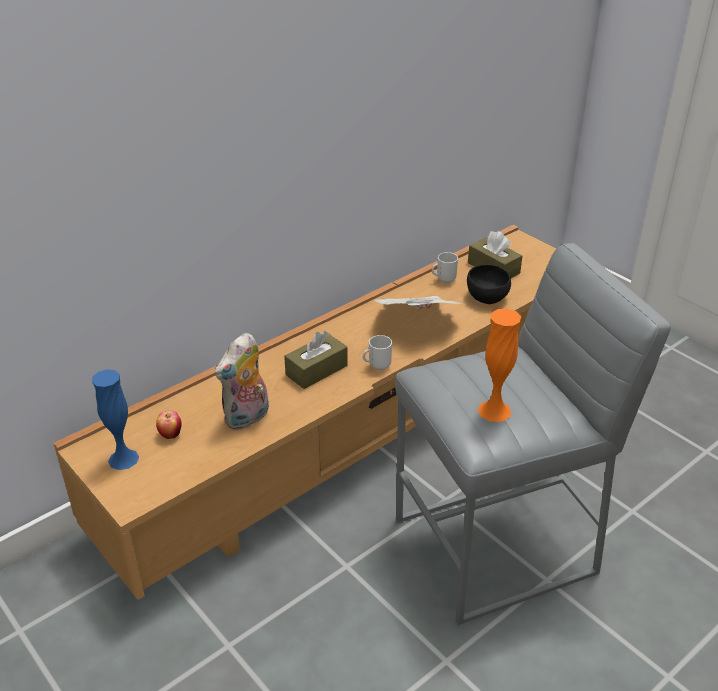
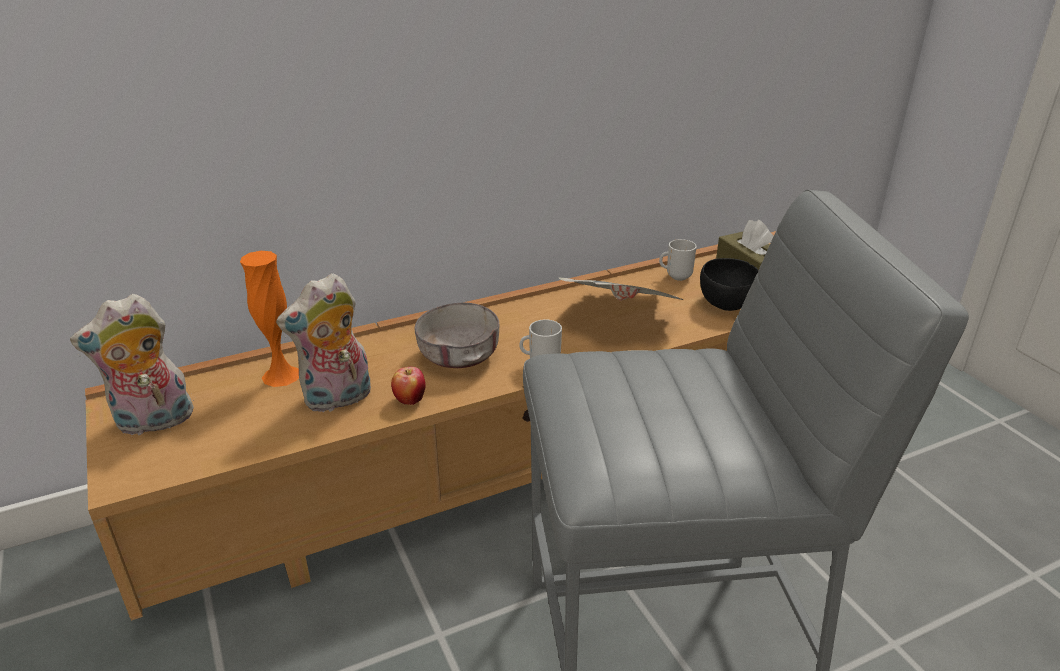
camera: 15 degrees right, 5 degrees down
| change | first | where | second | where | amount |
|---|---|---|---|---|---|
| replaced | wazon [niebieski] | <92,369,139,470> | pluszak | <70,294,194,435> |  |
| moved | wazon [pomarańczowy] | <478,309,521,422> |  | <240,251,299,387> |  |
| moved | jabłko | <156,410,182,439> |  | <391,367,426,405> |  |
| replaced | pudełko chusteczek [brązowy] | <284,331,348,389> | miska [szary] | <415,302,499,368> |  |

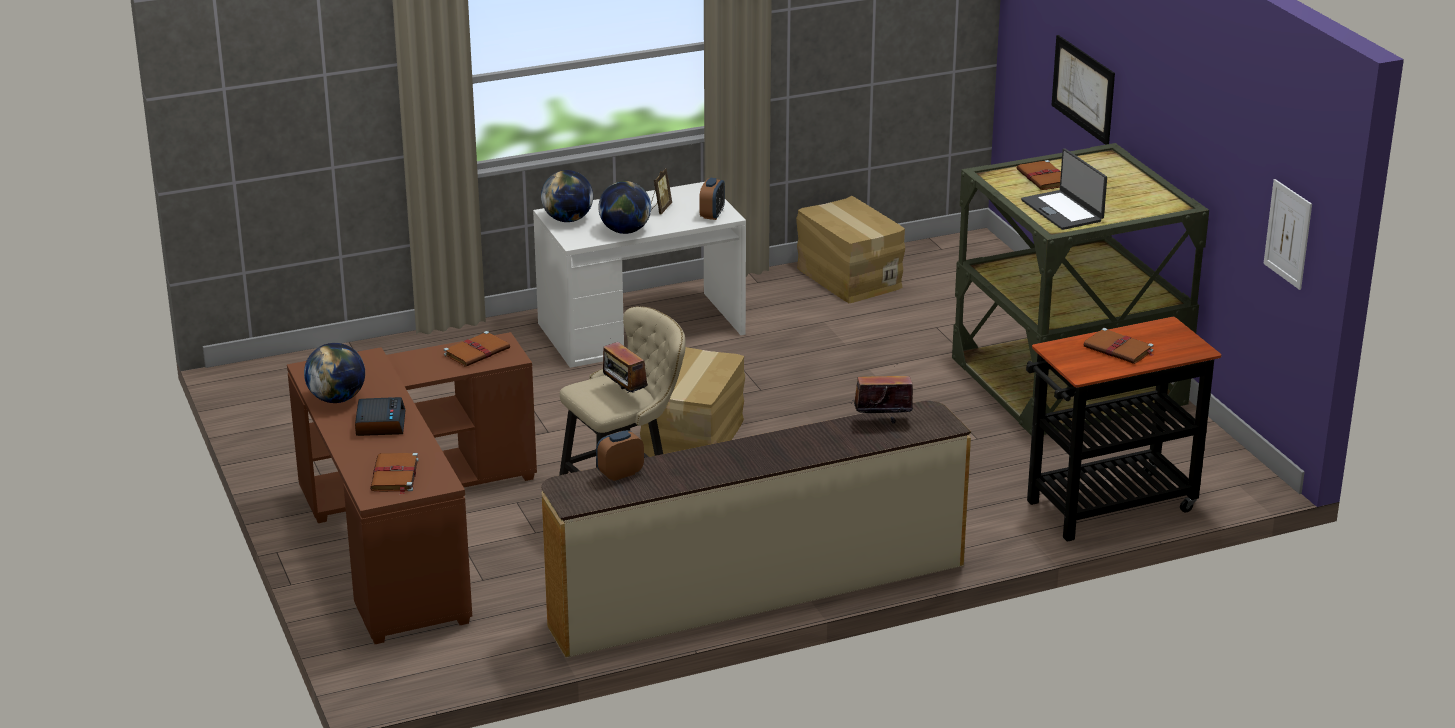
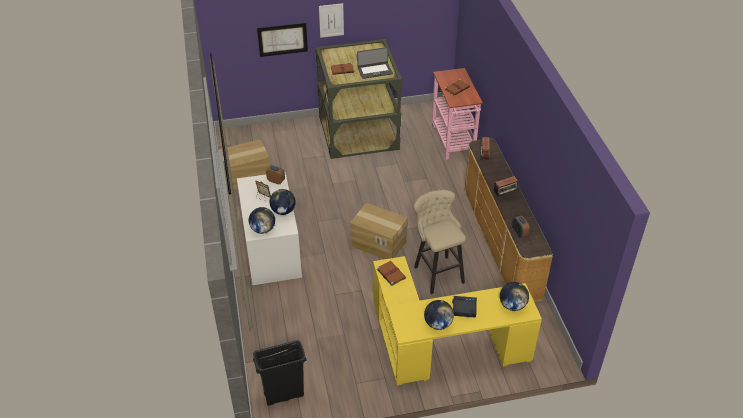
camera: 80 degrees left, 15 degrees up
| change | first | where | second | where | amount |
|---|---|---|---|---|---|
| added |  |  | kosz na śmieci [czarny] | <253,340,307,406> |  |
| moved | obraz | <1263,179,1312,290> |  | <319,3,344,38> |  |
| recoloured | biurko [brązowy] | <287,332,537,644> | biurko [żółty] | <373,256,542,386> |  |
| recoloured | wózek [czarny] | <1026,317,1221,542> | wózek [różowy] | <432,68,483,160> |  |
| moved | radio | <603,338,648,395> |  | <493,176,518,196> |  |
| replaced | książka [brązowy] | <370,453,419,494> | globus | <500,282,529,311> |  |

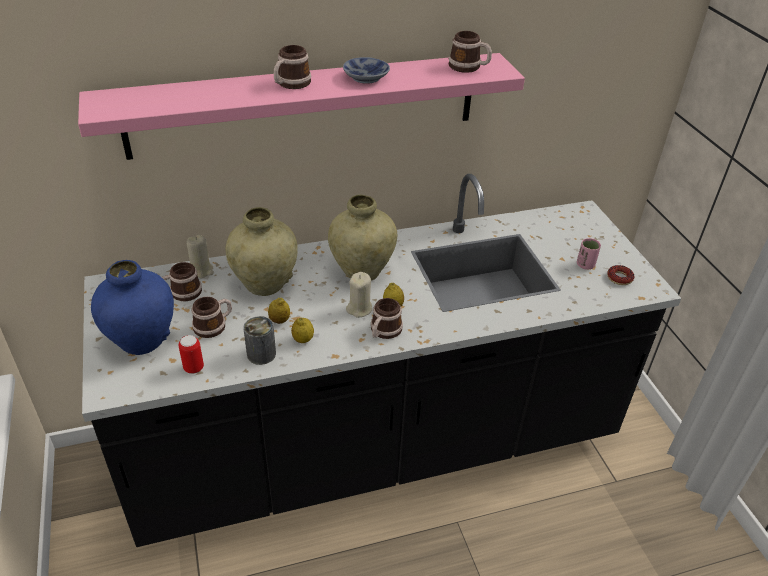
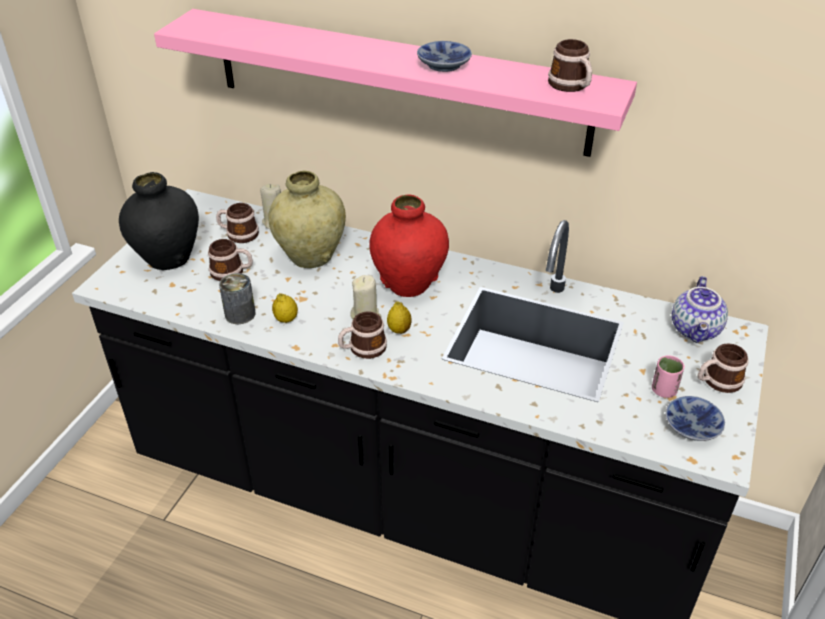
camera: 40 degrees right, 0 degrees up
| change | first | where | second | where | amount |
|---|---|---|---|---|---|
| recoloured | wazon [niebieski] | <91,260,174,355> | wazon [czarny] | <119,172,199,270> |  |
| recoloured | wazon [beżowy] | <328,195,397,281> | wazon [czerwony] | <369,194,449,297> |  |
| replaced | donut | <607,265,634,285> | miska | <666,396,725,441> |  |
| added |  |  | imbryk | <672,276,728,343> |  |
| moved | kubek | <274,45,311,89> |  | <698,343,749,393> |  |
| removed | puszka | <179,335,204,374> |  |  |  |
| removed | cytryna | <268,298,290,324> |  |  |  |

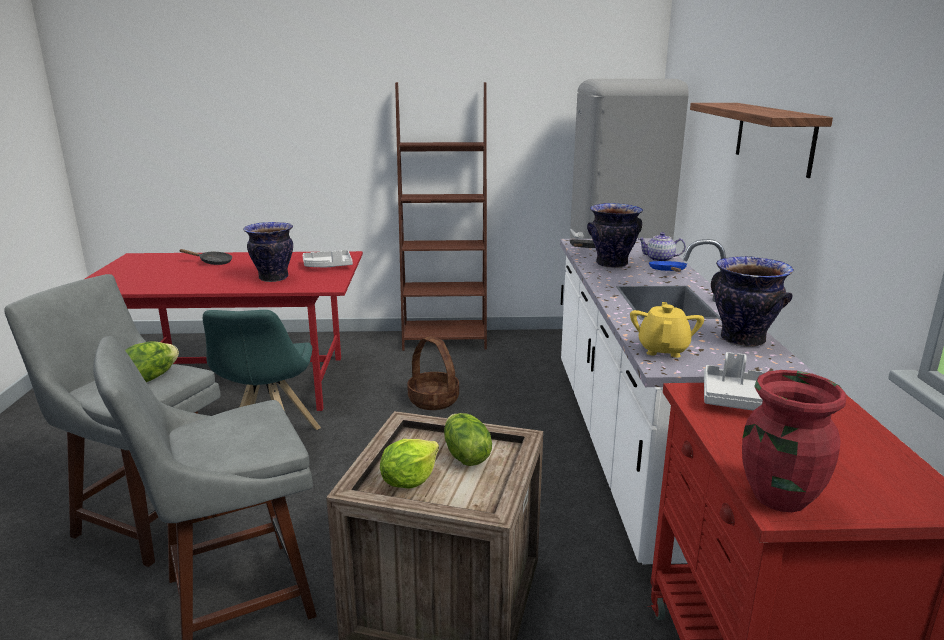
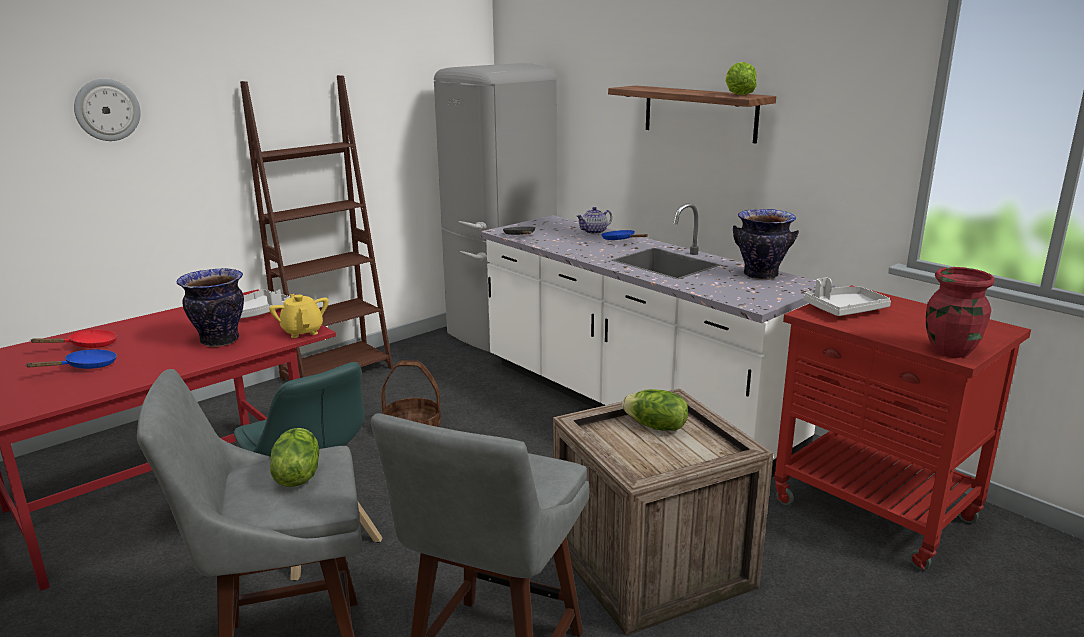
camera: 40 degrees left, 0 degrees up
| change | first | where | second | where | amount |
|---|---|---|---|---|---|
| added |  |  | patelnia [niebieski] | <25,350,117,369> |  |
| recoloured | patelnia [czarny] | <179,249,232,265> | patelnia [czerwony] | <30,330,117,348> |  |
| added |  |  | zegar ścienny | <74,79,141,141> |  |
| moved | imbryk [żółty] | <630,302,704,358> |  | <269,294,329,338> |  |
| moved | sałata | <380,439,439,489> |  | <725,62,757,95> |  |
| removed | wazon | <587,203,643,268> |  |  |  |

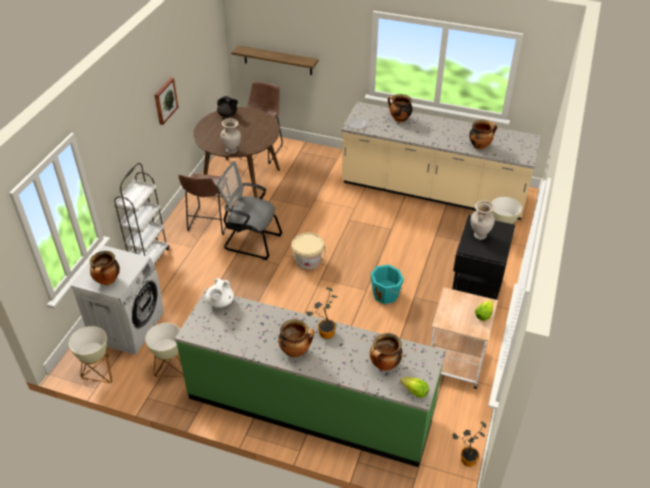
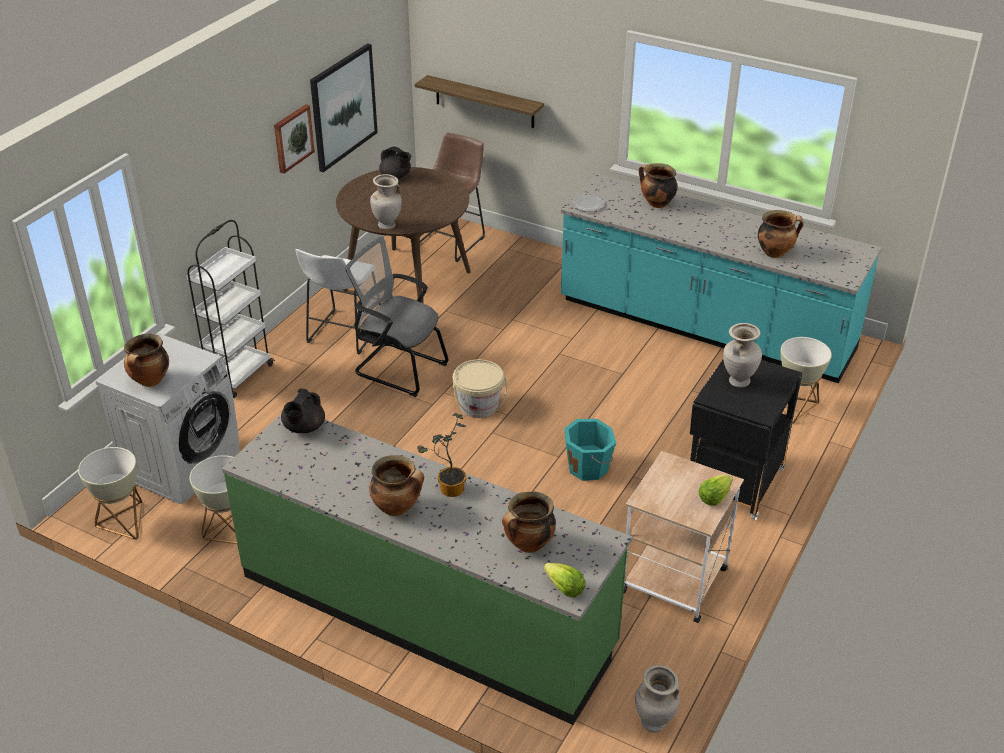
camera: 10 degrees right, 5 degrees down
| change | first | where | second | where | amount |
|---|---|---|---|---|---|
| recoloured | imbryk [biały] | <205,278,234,308> | imbryk [czarny] | <281,389,325,433> |  |
| recoloured | stołek [brązowy] | <179,174,233,235> | stołek [biały] | <296,249,381,355> |  |
| added |  |  | obraz | <310,43,378,172> |  |
| recoloured | zabudowa kuchenna [beżowy] | <341,102,541,220> | zabudowa kuchenna [turkusowy] | <561,173,882,383> |  |
| replaced | roślina doniczkowa | <453,422,487,467> | wazon [beżowy] | <635,665,679,733> |  |

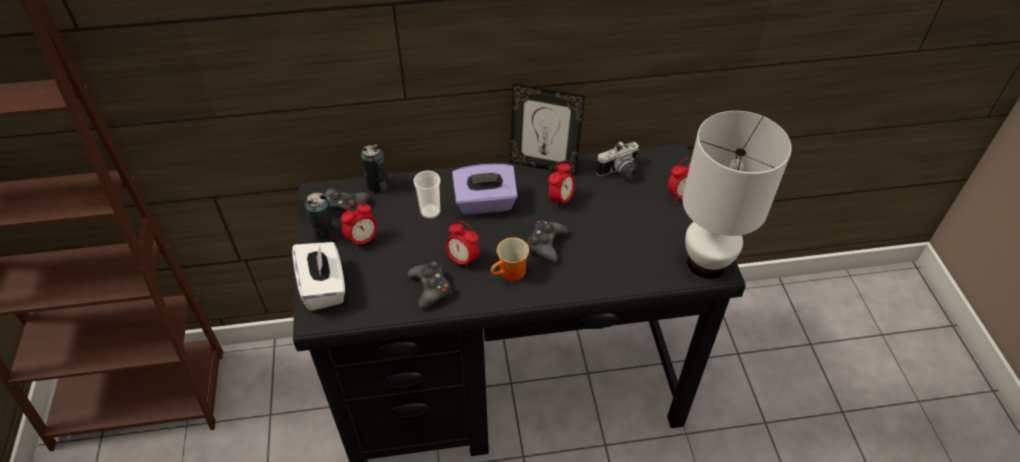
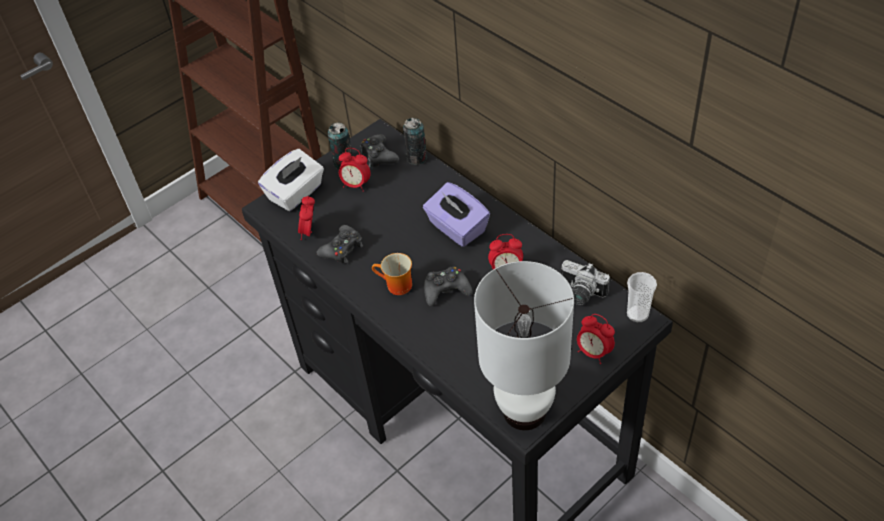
camera: 60 degrees right, 0 degrees up
| change | first | where | second | where | amount |
|---|---|---|---|---|---|
| moved | budzik | <445,221,480,270> |  | <298,196,315,240> |  |
| moved | filiżanka | <413,170,441,219> |  | <627,272,657,322> |  |
| removed | ramka na zdjęcie | <510,83,585,176> |  |  |  |

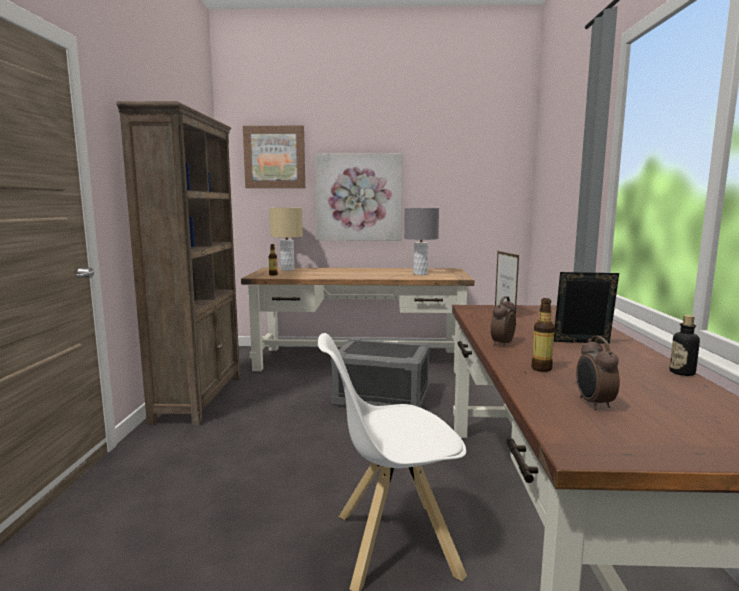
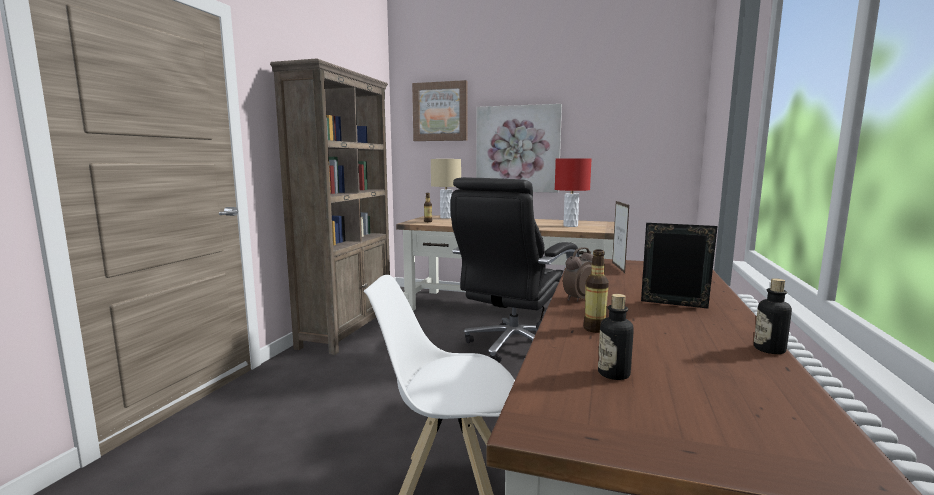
camera: 15 degrees right, 0 degrees up
| change | first | where | second | where | amount |
|---|---|---|---|---|---|
| replaced | pojemnik do przechowywania [szary] | <331,338,430,408> | krzesło biurowe [czarny] | <451,177,579,363> |  |
| recoloured | lampa stołowa [szary] | <404,208,439,275> | lampa stołowa [czerwony] | <555,158,591,227> |  |
| replaced | budzik | <576,336,620,410> | butelka | <598,294,634,380> |  |

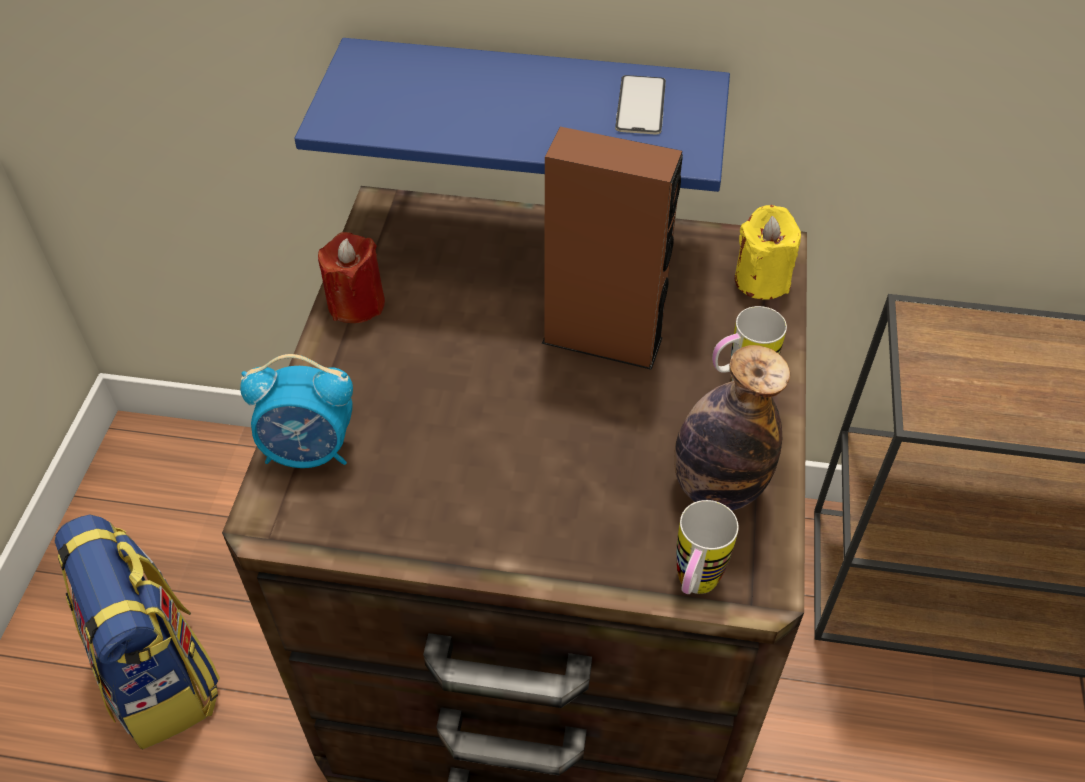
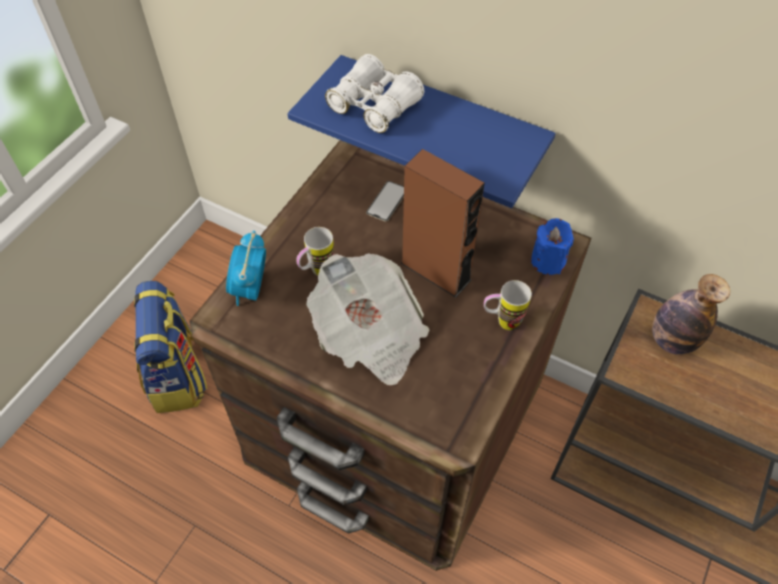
camera: 20 degrees right, 5 degrees up
| change | first | where | second | where | amount |
|---|---|---|---|---|---|
| turned | budzik | <240,354,353,468> |  | <226,231,266,306> | 75 degrees clockwise |
| moved | kubek | <676,500,739,594> |  | <296,227,334,276> |  |
| added |  |  | gazeta | <307,253,430,386> |  |
| added |  |  | lornetka [biały] | <325,54,424,133> |  |
| moved | telefon | <615,75,666,135> |  | <366,181,404,222> |  |
| recoloured | świeca [żółty] | <735,205,801,300> | świeca [niebieski] | <531,218,574,275> |  |
| moved | butelka | <674,345,790,511> |  | <652,274,730,355> |  |
| removed | świeca [czerwony] | <318,232,385,323> |  |  |  |

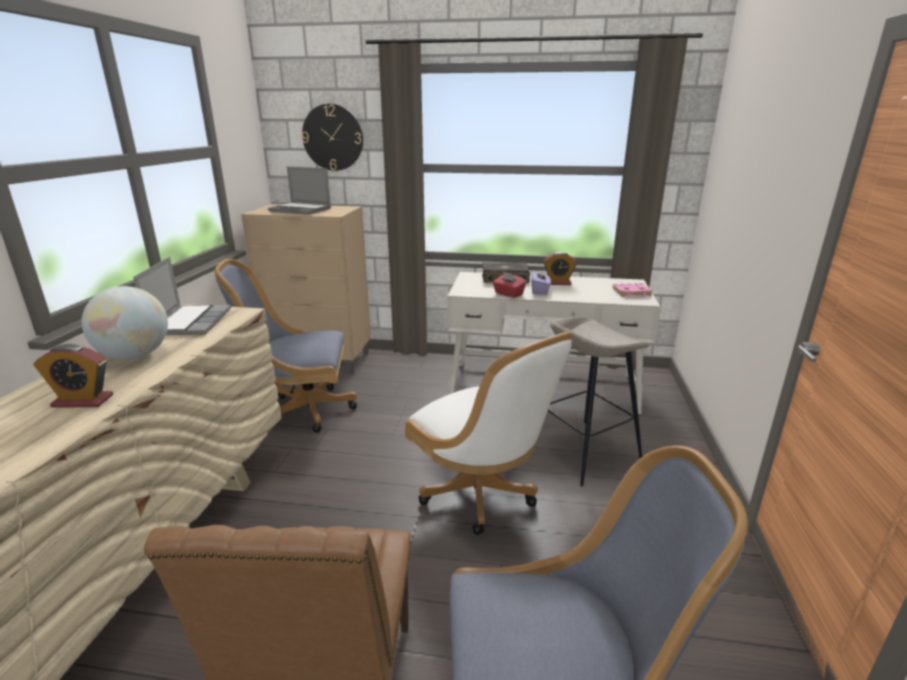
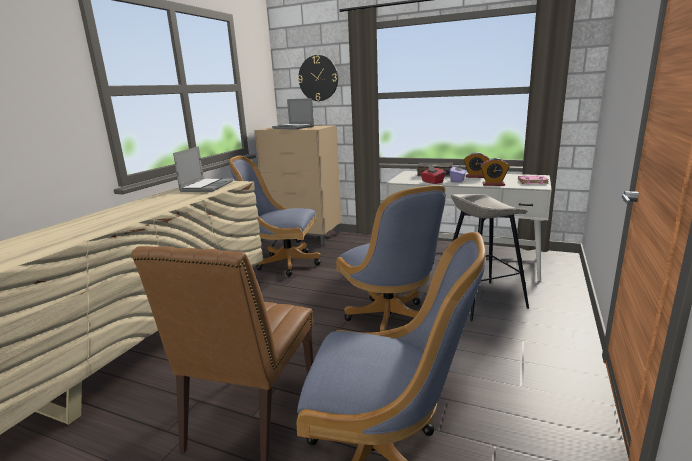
camera: 15 degrees right, 5 degrees down
| change | first | where | second | where | amount |
|---|---|---|---|---|---|
| recoloured | krzesło biurowe [biały] | <405,332,572,535> | krzesło biurowe [niebieski] | <336,185,446,332> |  |
| moved | budzik | <33,344,113,408> |  | <480,158,509,186> |  |
| removed | globus | <81,286,168,360> |  |  |  |

